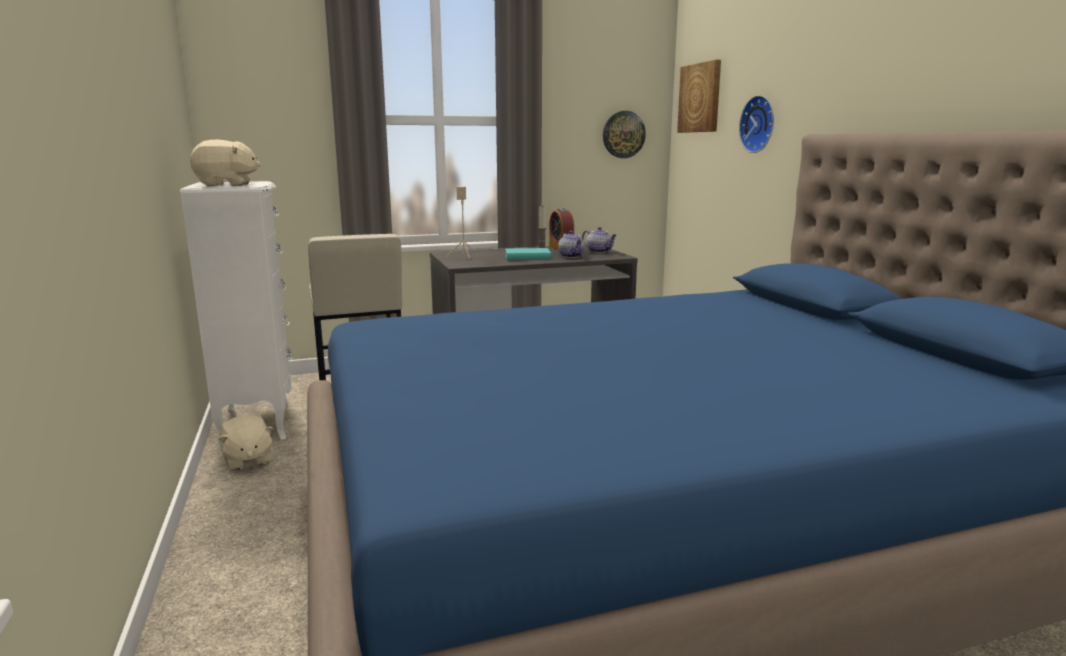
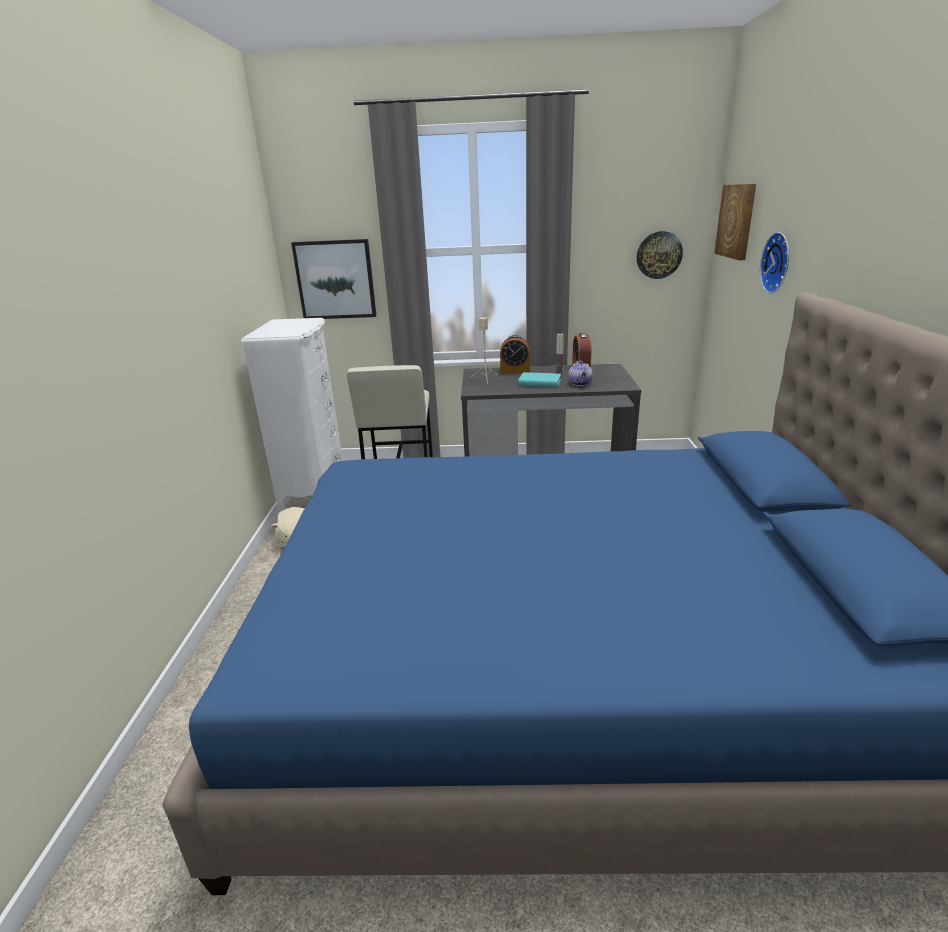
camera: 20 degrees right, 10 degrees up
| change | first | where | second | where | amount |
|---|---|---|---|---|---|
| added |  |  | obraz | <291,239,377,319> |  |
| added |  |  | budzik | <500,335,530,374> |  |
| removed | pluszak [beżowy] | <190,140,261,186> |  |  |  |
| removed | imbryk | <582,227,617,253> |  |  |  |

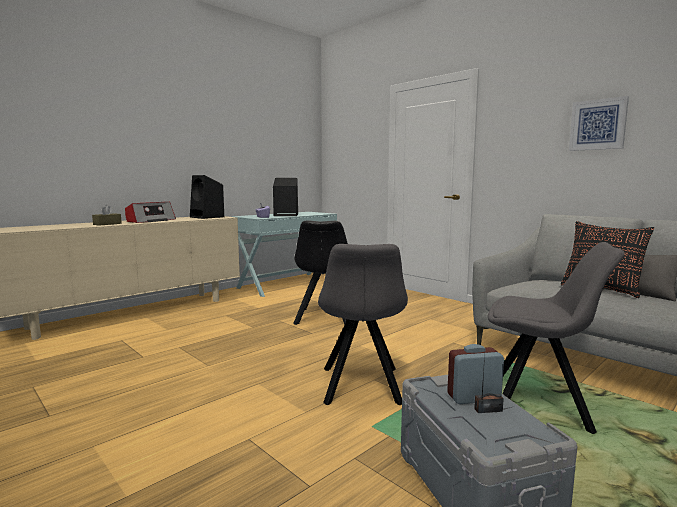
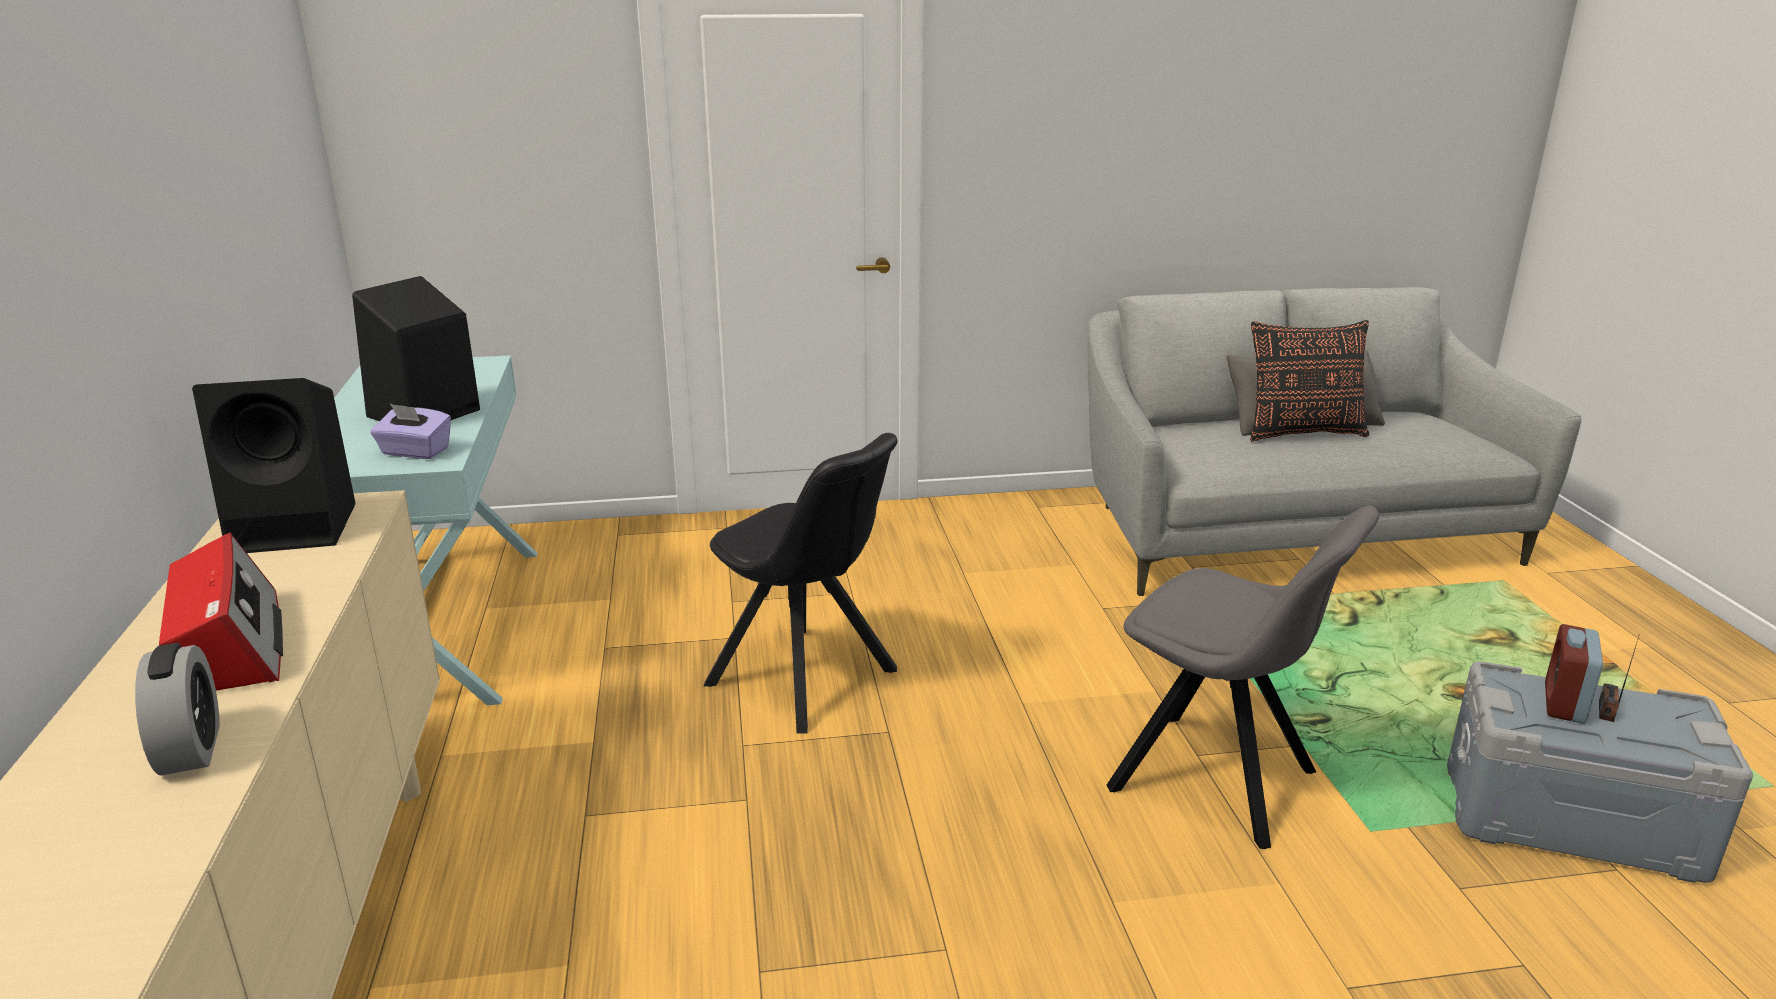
camera: 55 degrees left, 15 degrees up
| change | first | where | second | where | amount |
|---|---|---|---|---|---|
| replaced | pudełko chusteczek [brązowy] | <92,205,122,226> | budzik | <135,643,220,776> |  |
| removed | krzesło [szary] | <488,242,625,434> |  |  |  |
| removed | obraz | <569,96,629,151> |  |  |  |

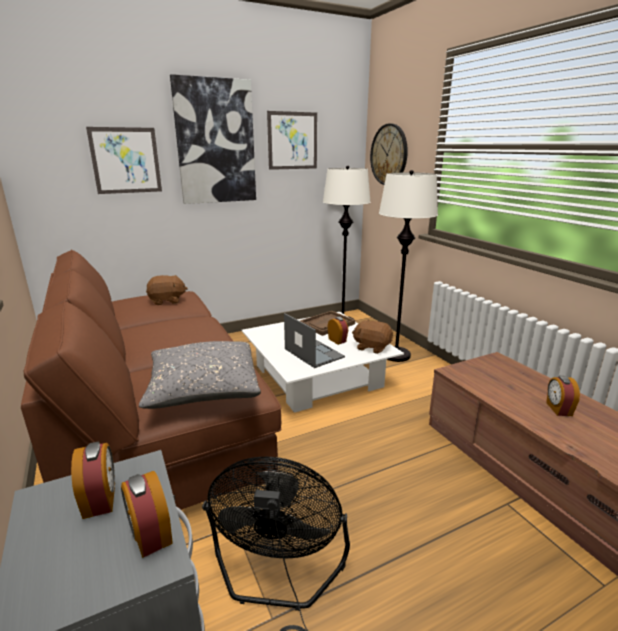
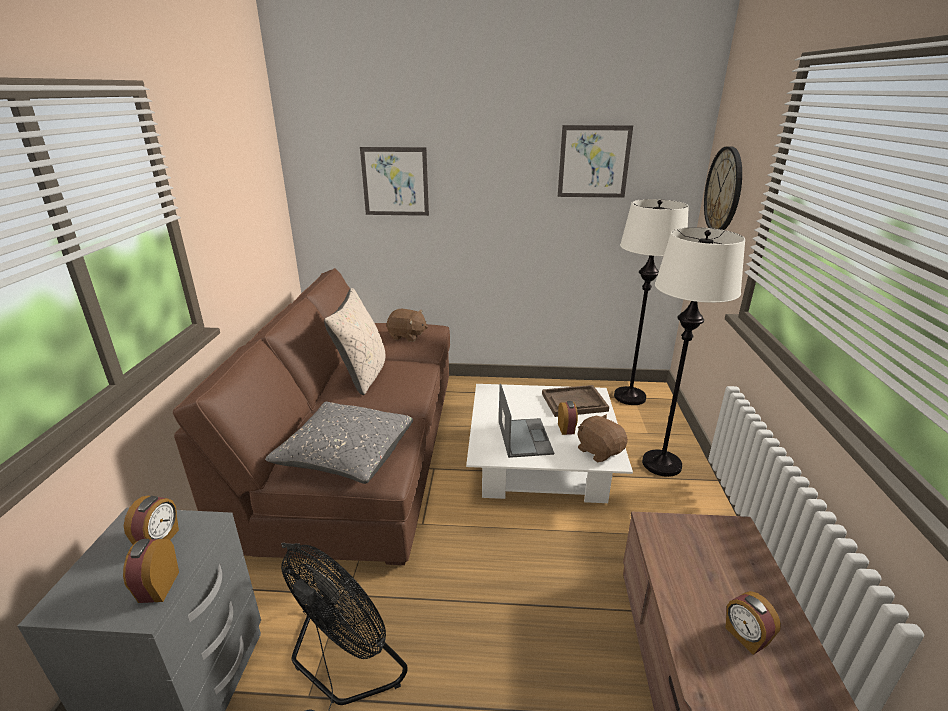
camera: 30 degrees right, 5 degrees up
| change | first | where | second | where | amount |
|---|---|---|---|---|---|
| added |  |  | poduszka [beżowy] | <324,288,386,395> |  |
| turned | budzik | <546,376,580,416> |  | <725,591,781,655> | 60 degrees counterclockwise |
| removed | obraz | <170,74,256,204> |  |  |  |

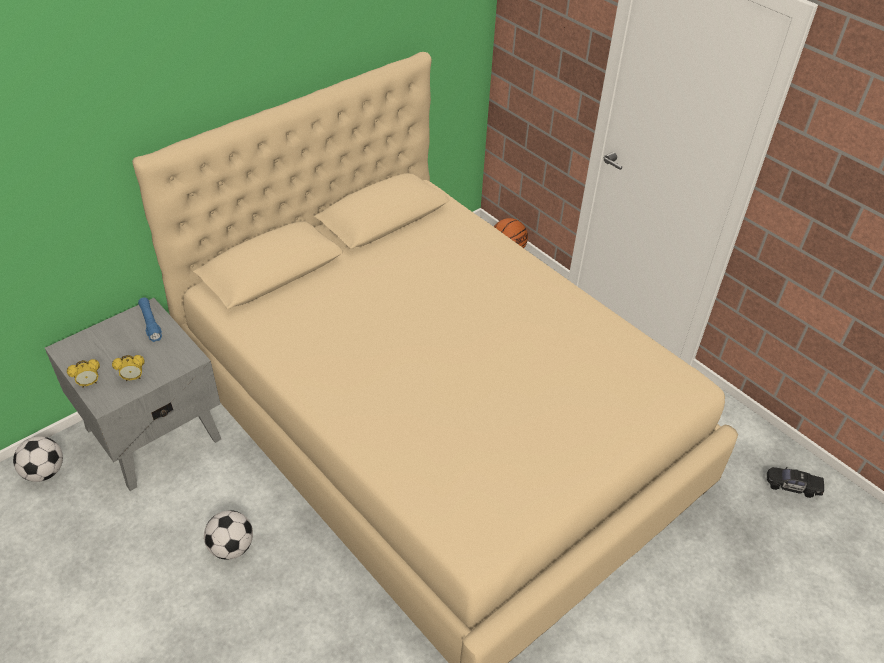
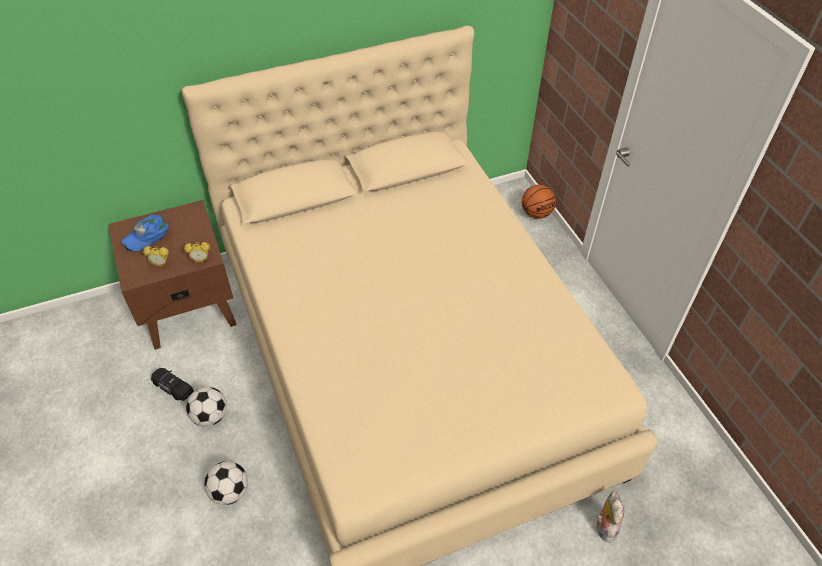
camera: 20 degrees right, 5 degrees up
| change | first | where | second | where | amount |
|---|---|---|---|---|---|
| recoloured | szafka nocna [szary] | <45,298,221,491> | szafka nocna [brązowy] | <108,200,236,350> |  |
| added |  |  | czapka z daszkiem [niebieski] | <121,215,169,252> |  |
| moved | samochodzik [czarny] | <767,467,824,498> |  | <151,368,194,401> |  |
| moved | budzik | <67,359,100,388> |  | <184,242,210,262> |  |
| moved | piłka futbolowa | <13,436,63,482> |  | <204,461,248,505> |  |
| added |  |  | pluszak | <597,490,624,545> |  |
| removed | latarka [niebieski] | <138,298,162,342> |  |  |  |

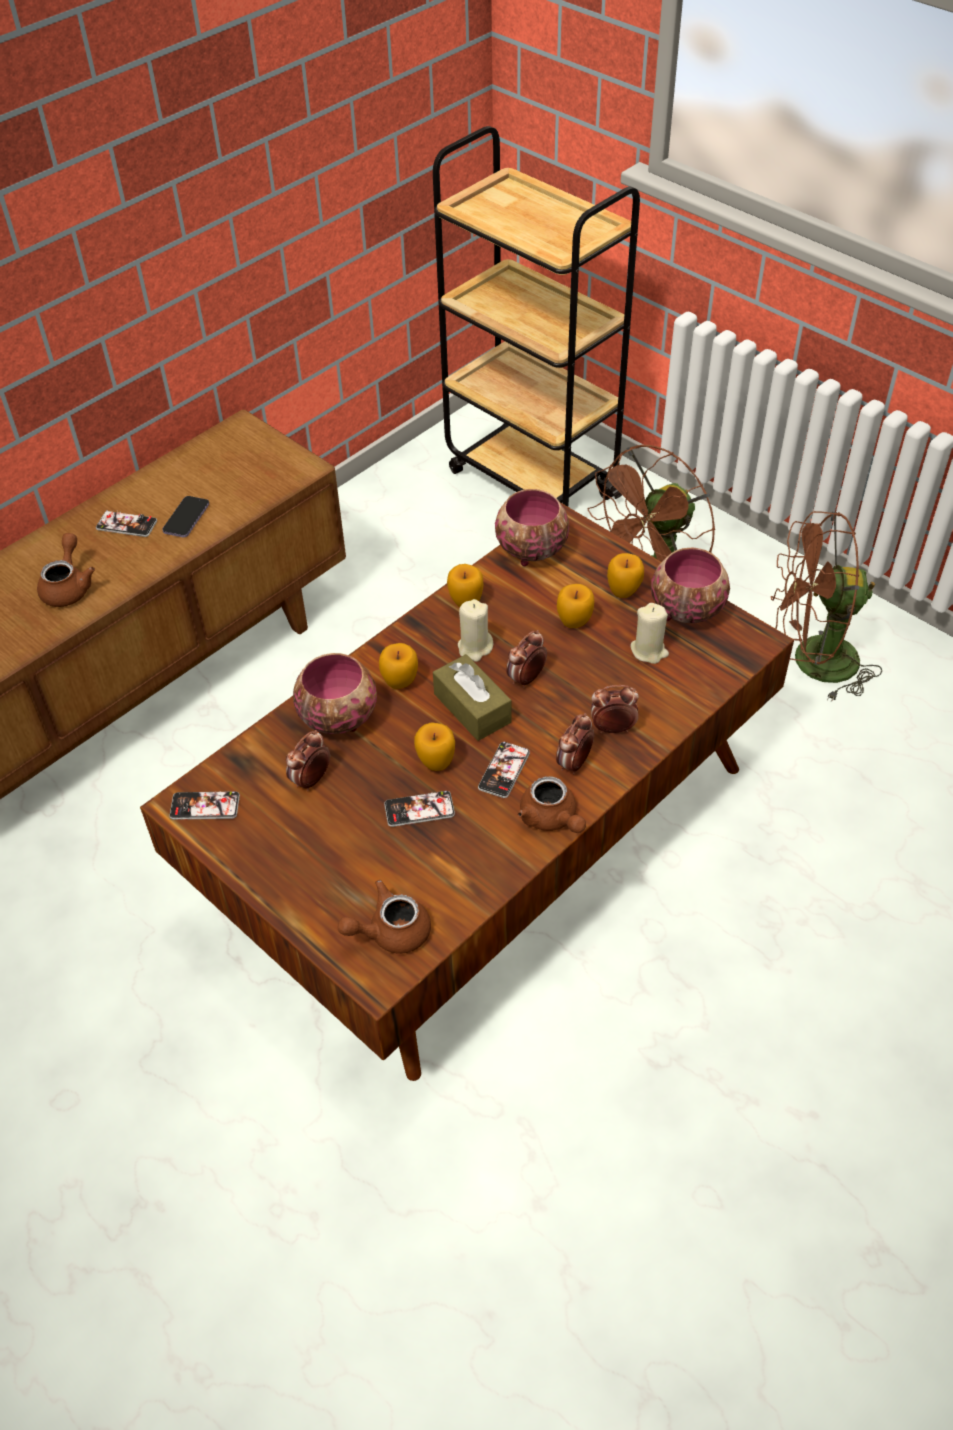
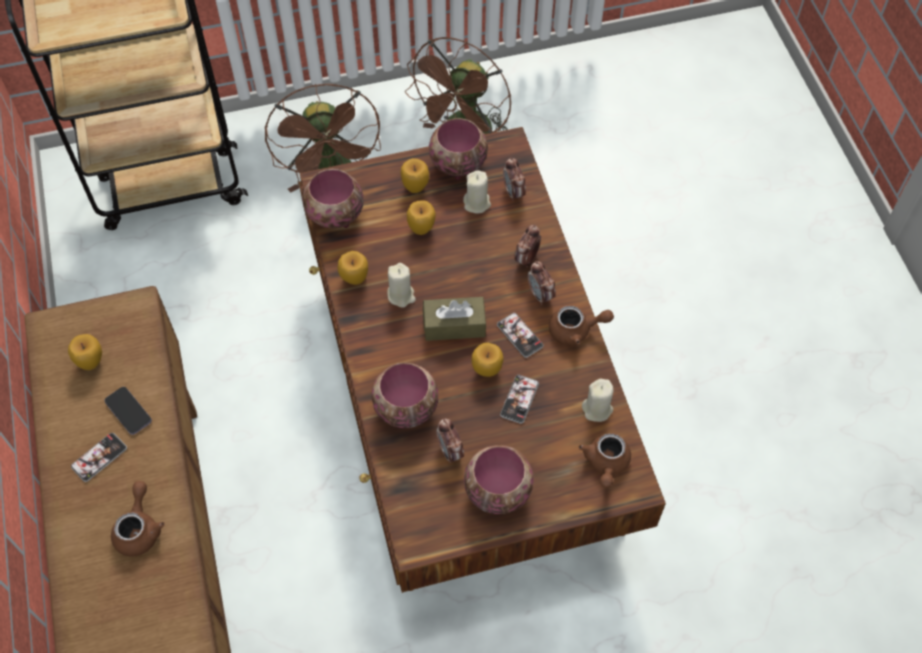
camera: 60 degrees left, 10 degrees up
| change | first | where | second | where | amount |
|---|---|---|---|---|---|
| moved | jabłko | <379,643,418,689> |  | <68,334,102,370> |  |
| turned | imbryk [brązowy] | <37,533,95,607> |  | <111,481,165,557> | 60 degrees clockwise |
| added |  |  | miska | <464,445,534,514> |  |
| moved | budzik | <506,630,547,688> |  | <503,157,526,201> |  |
| added |  |  | świeca [beżowy] | <582,379,613,422> |  |
| removed | telefon | <169,791,240,820> |  |  |  |

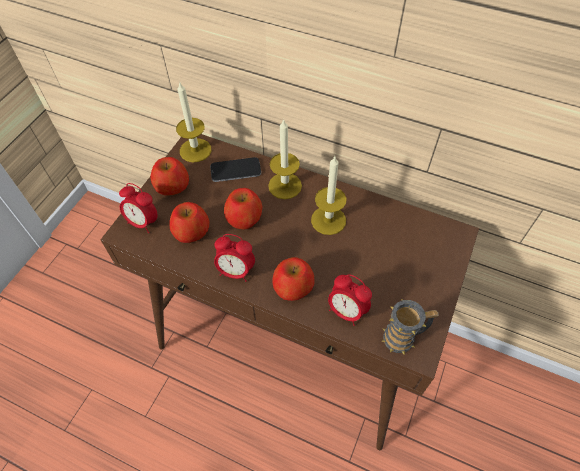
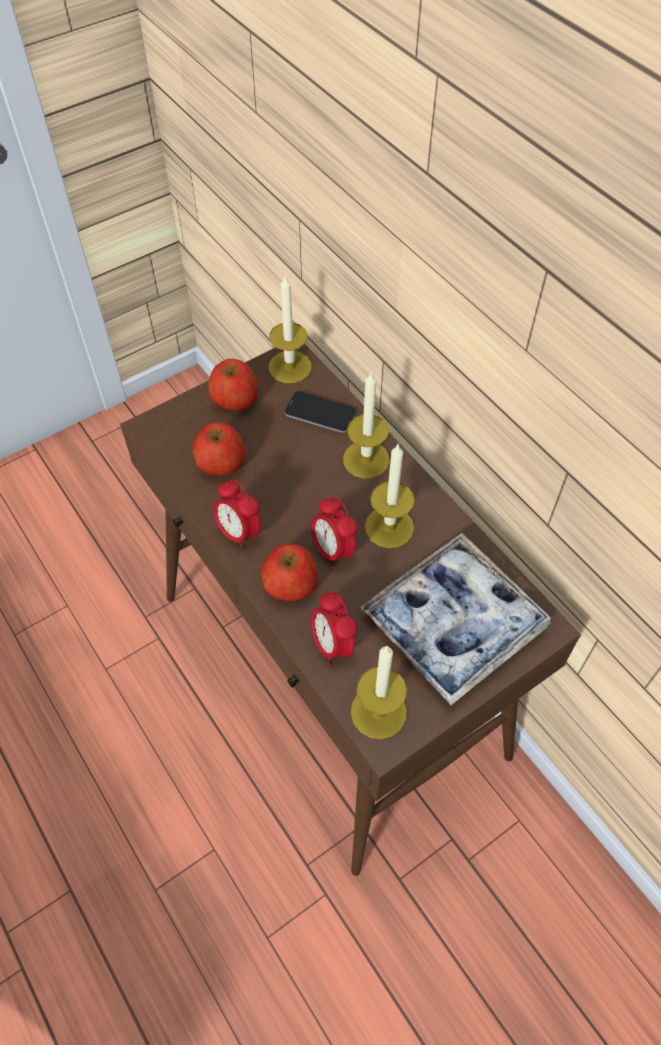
camera: 30 degrees right, 0 degrees up
| change | first | where | second | where | amount |
|---|---|---|---|---|---|
| moved | budzik | <119,183,158,233> |  | <311,497,358,569> |  |
| replaced | kubek | <381,299,439,355> | świeca | <351,645,407,739> |  |
| added |  |  | taca | <360,533,551,705> |  |
| removed | jabłko | <224,188,263,230> |  |  |  |

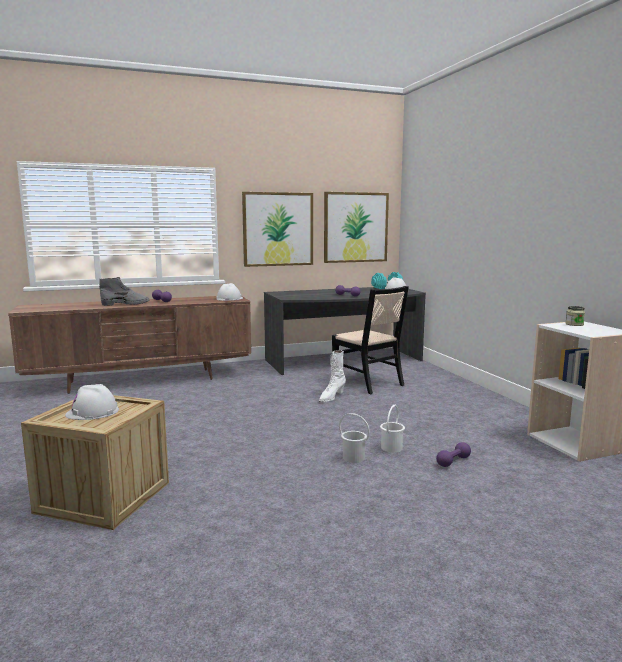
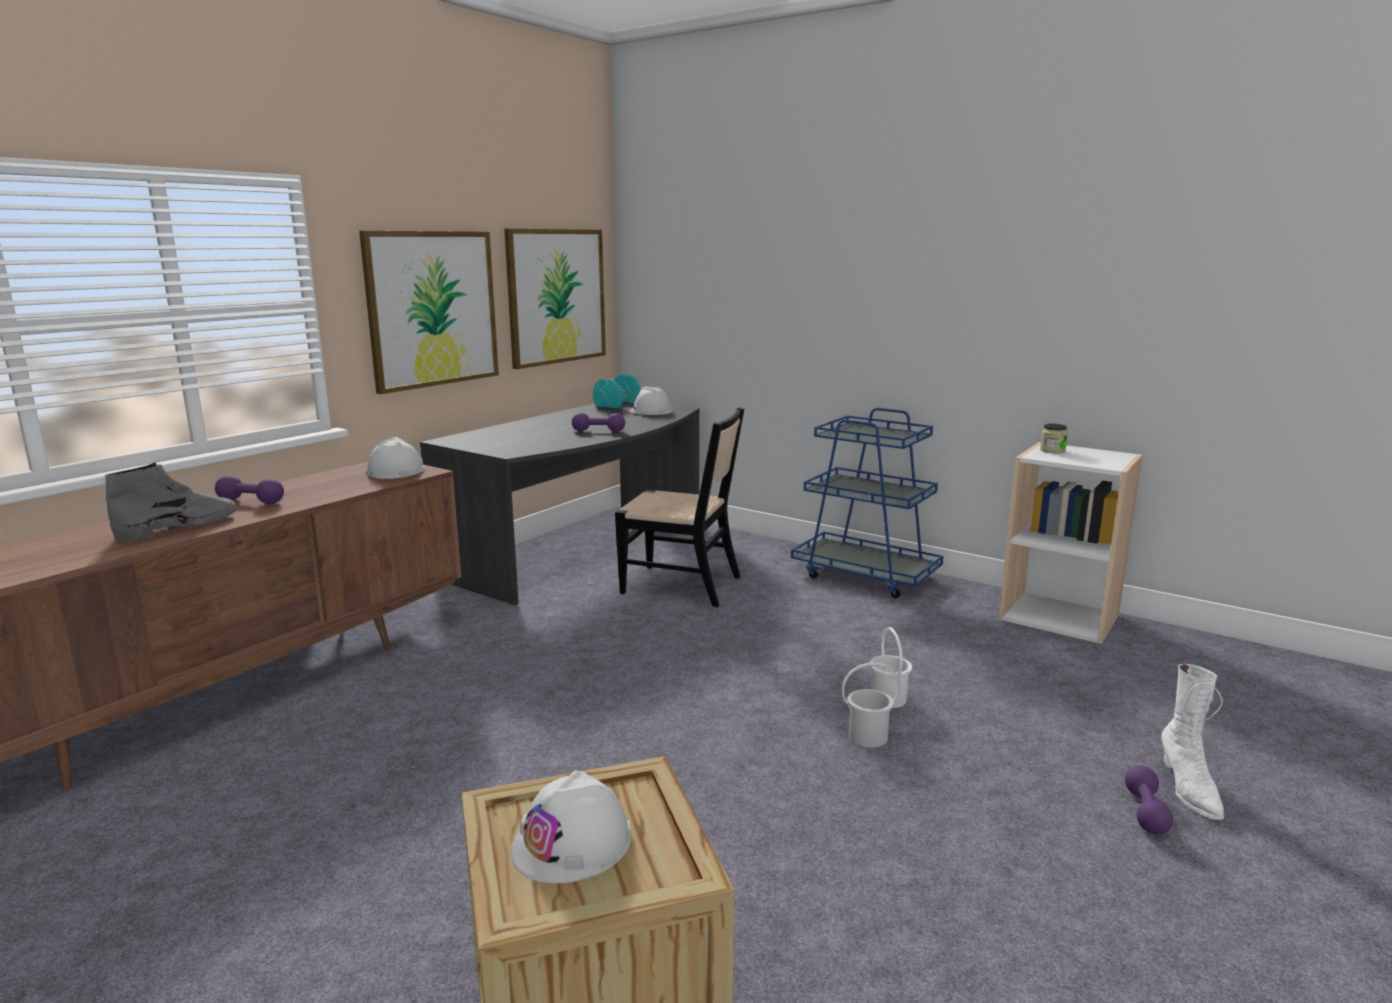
camera: 35 degrees left, 5 degrees up
| change | first | where | second | where | amount |
|---|---|---|---|---|---|
| added |  |  | wózek [niebieski] | <791,408,943,598> |  |
| moved | hantel [fioletowy] | <436,442,471,467> |  | <1125,765,1173,835> |  |
| moved | but z cholewką [biały] | <319,350,346,402> |  | <1161,664,1224,820> |  |

